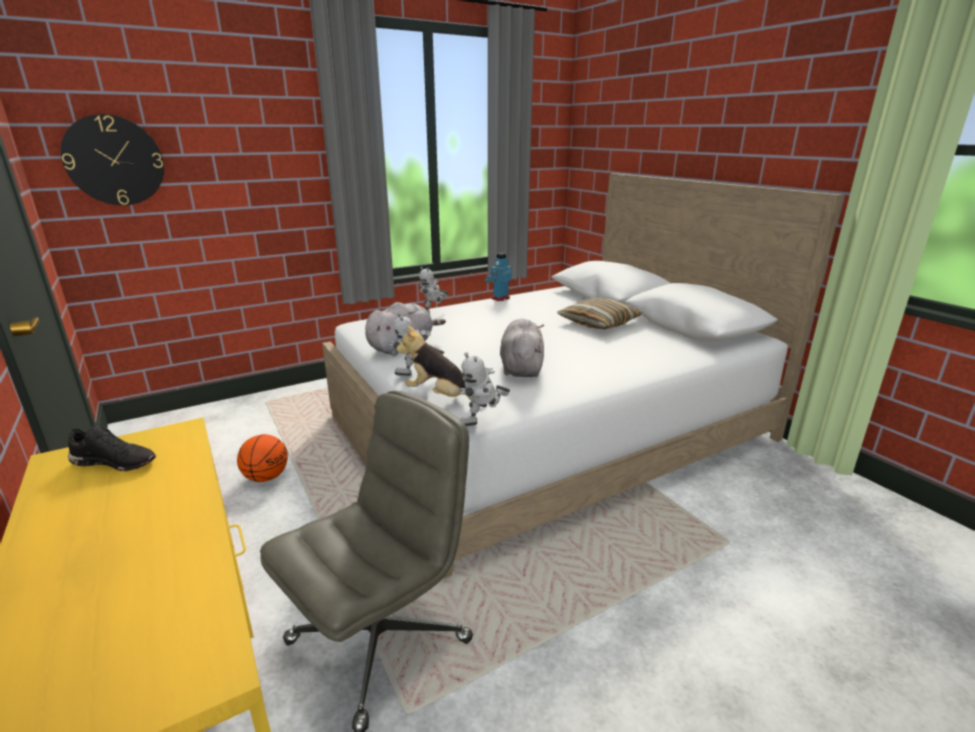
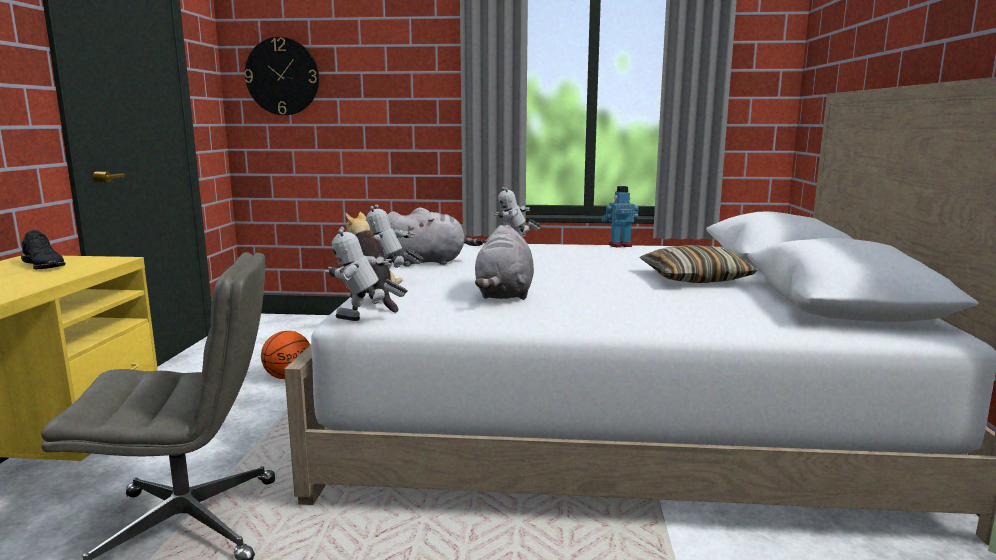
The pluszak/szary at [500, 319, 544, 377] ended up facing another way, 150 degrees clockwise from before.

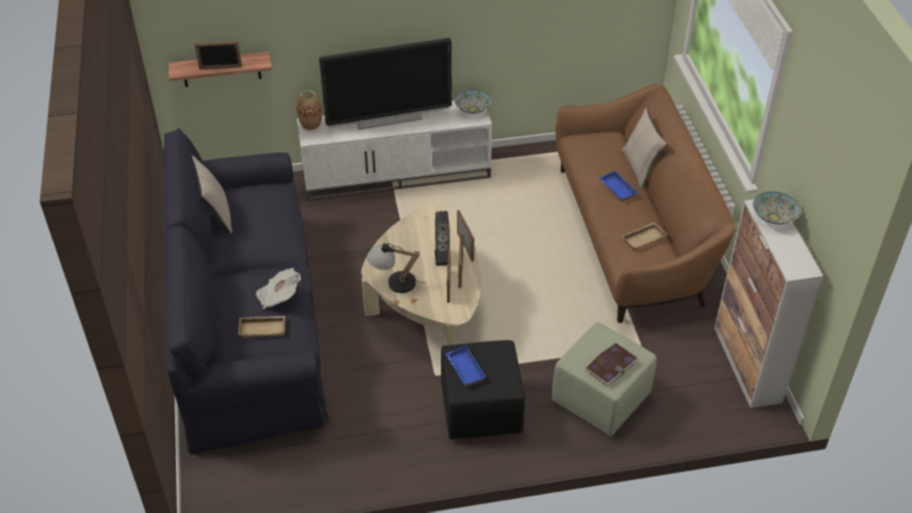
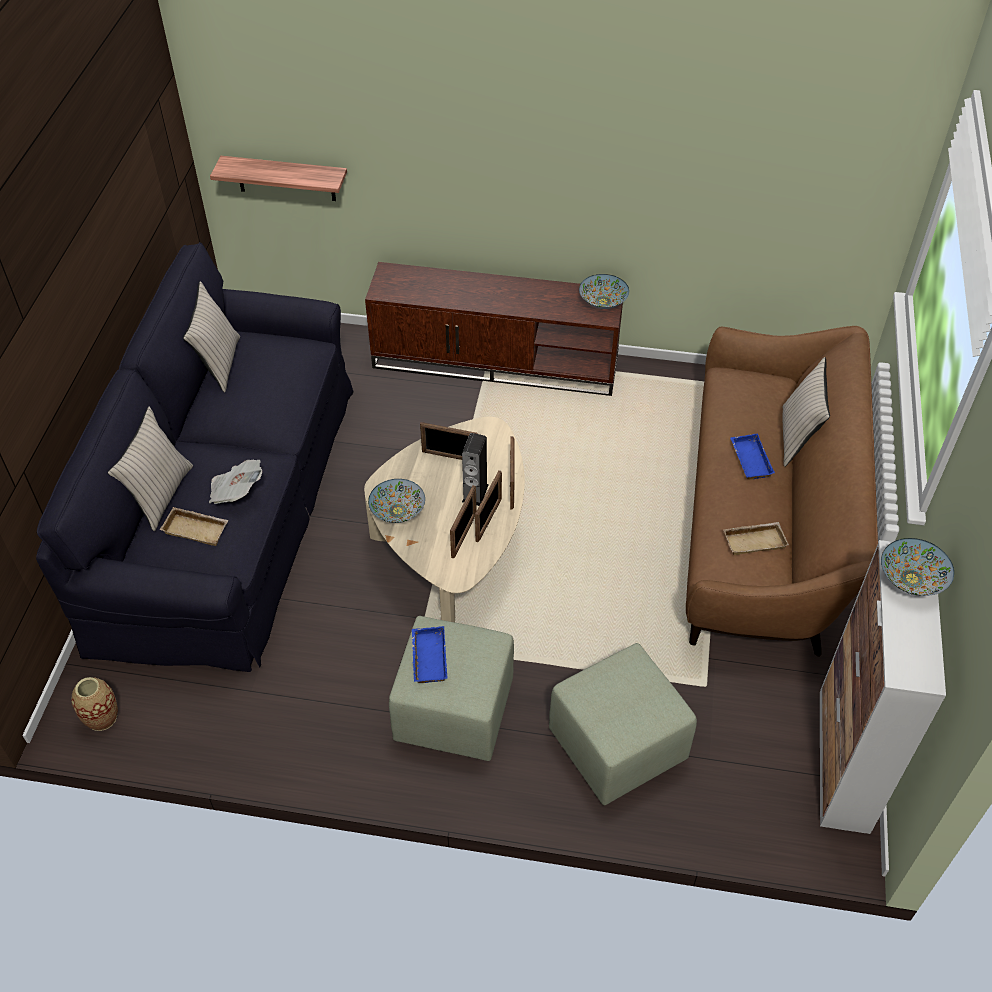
The second view lost the telewizor at [319, 38, 452, 130].
The second view lost the książka at [586, 343, 637, 386].
The second view gained the poduszka/beżowy at [108, 406, 193, 531].
The ramka na zdjęcie ended up elsewhere, having gone from [194, 41, 242, 70] to [420, 422, 478, 460].
The wazon ended up elsewhere, having gone from [296, 90, 322, 130] to [71, 677, 118, 731].
Where the lampa stołowa stood at [367, 243, 423, 293], the miska came to stand at [368, 479, 425, 523].
What was the szafka pod telewizor/biały at [297, 101, 492, 201] turned into the szafka pod telewizor/brązowy at [365, 262, 623, 396].
What was the pufa/czarny at [441, 340, 525, 439] turned into the pufa/zielony at [389, 616, 514, 761].

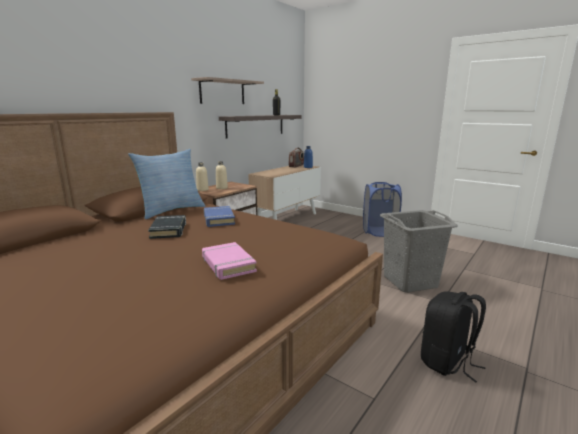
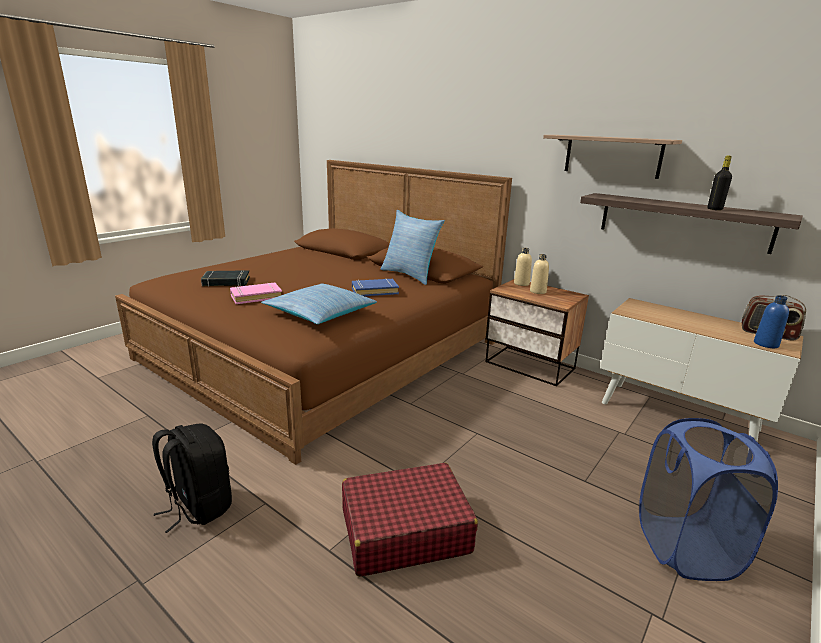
The second view gained the poduszka at [261, 283, 377, 324].
The książka/czarny ended up elsewhere, having gone from [148, 215, 186, 239] to [201, 270, 250, 287].
Where the kosz na pranie/szary stood at [380, 210, 458, 293], the walizka/czerwony came to stand at [342, 463, 478, 577].

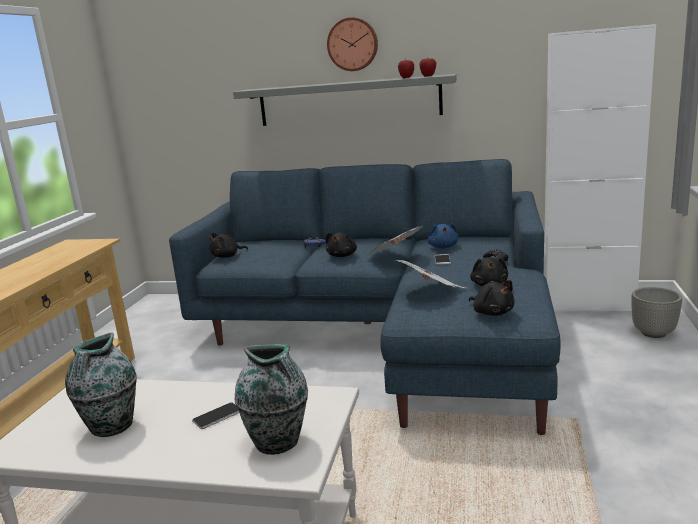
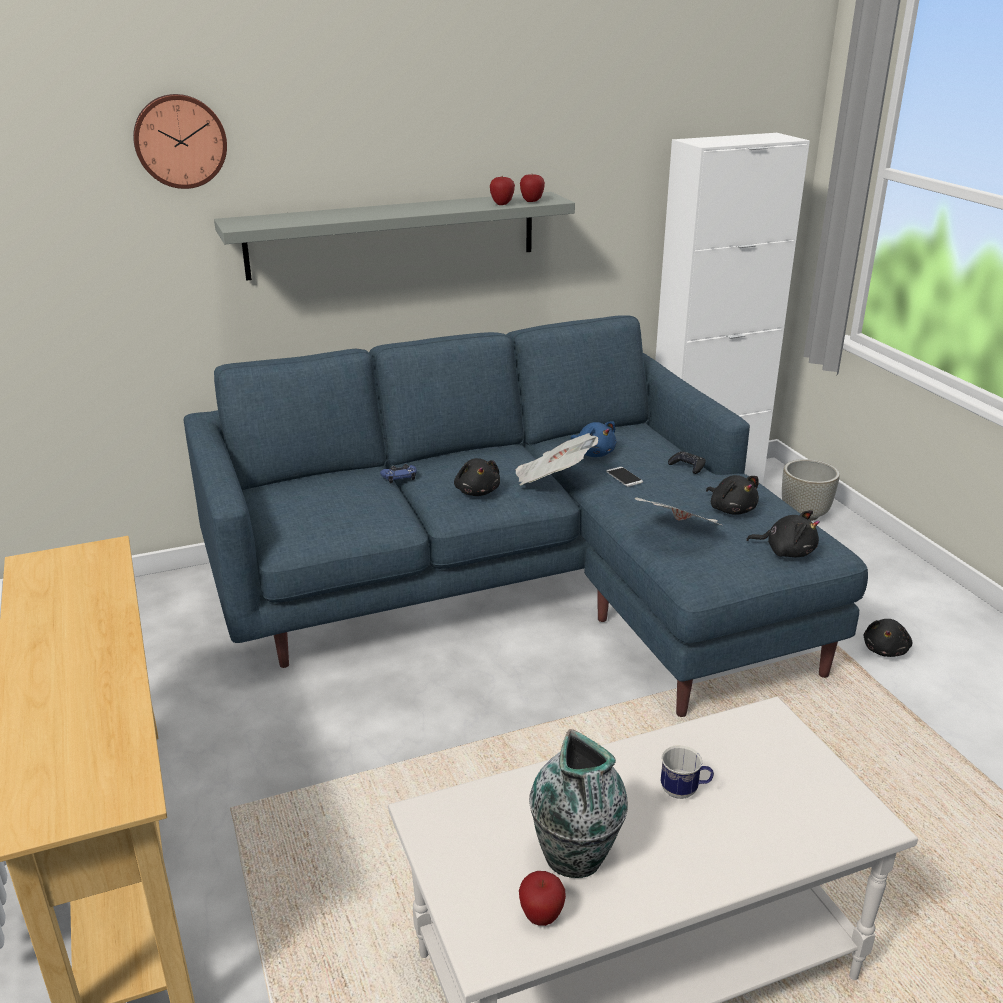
The second view lost the wazon at [234, 344, 308, 455].
The second view gained the jabłko at [519, 871, 566, 926].
The pluszak/czarny ended up elsewhere, having gone from [209, 232, 248, 258] to [864, 619, 912, 657].
The zegar ścienny ended up elsewhere, having gone from [327, 17, 378, 71] to [133, 94, 227, 189].
Where the telefon stood at [192, 402, 239, 429], the kubek came to stand at [661, 745, 714, 799].

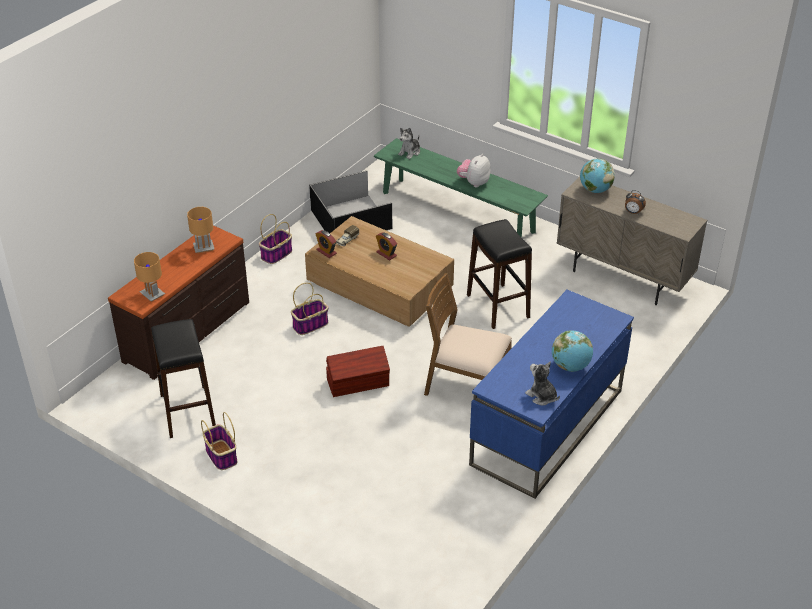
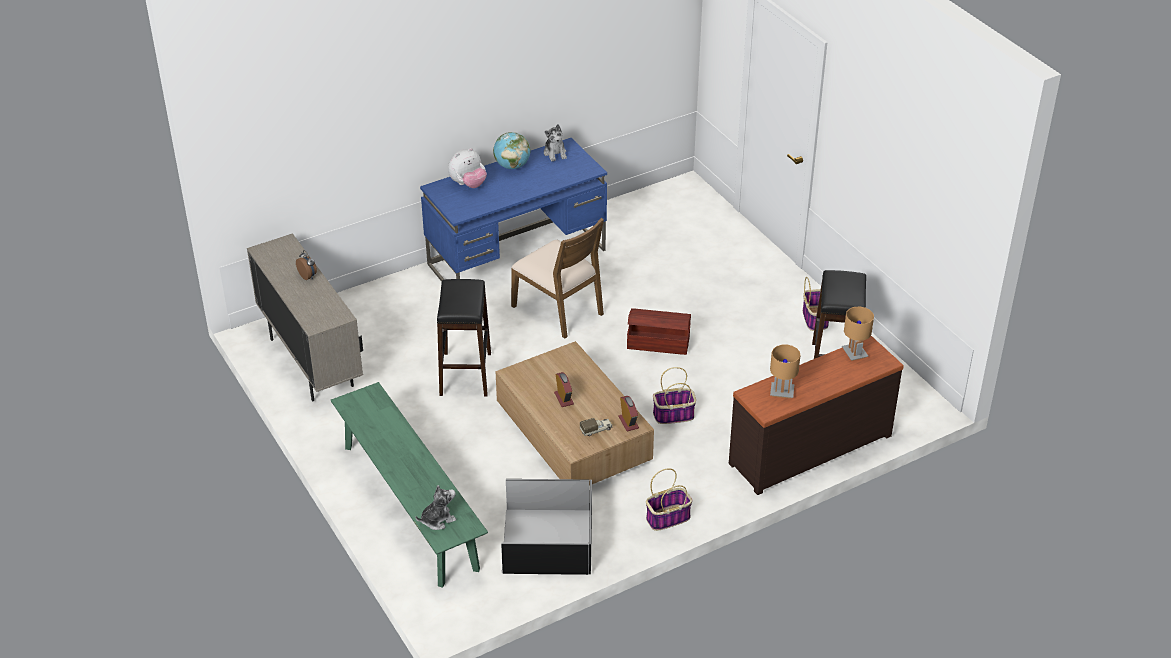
The second view lost the globus at [580, 158, 615, 193].
The pluszak ended up elsewhere, having gone from [457, 154, 491, 188] to [448, 148, 487, 188].

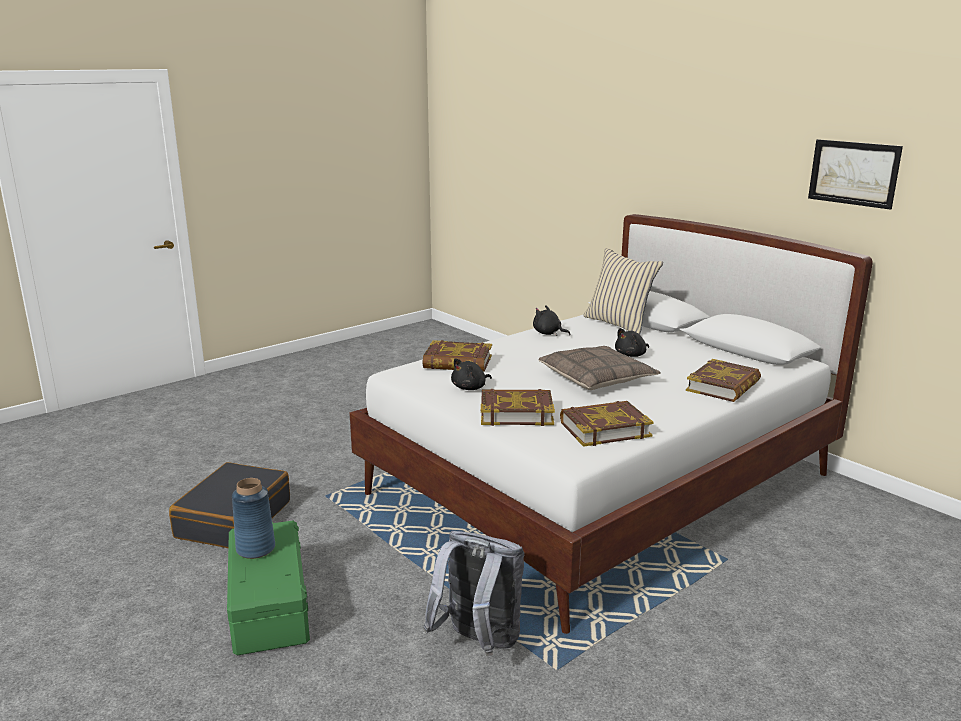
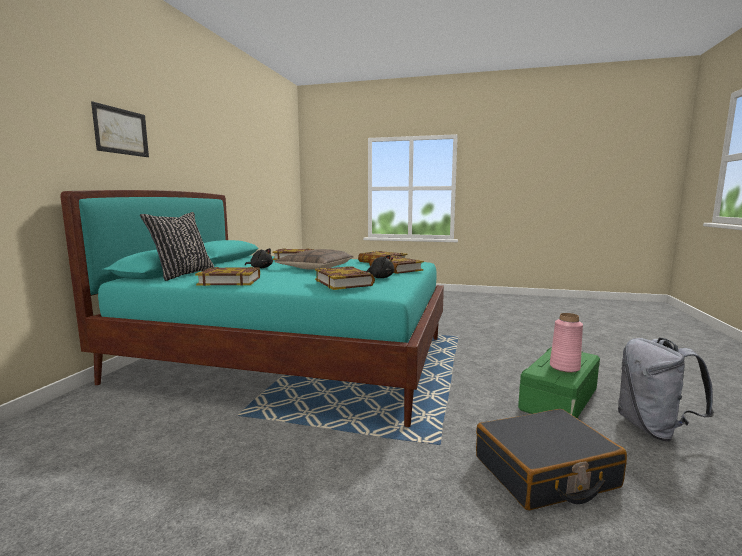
The plecak/szary ended up elsewhere, having gone from [423, 531, 524, 656] to [618, 338, 714, 442].
The obraz ended up elsewhere, having gone from [808, 139, 903, 210] to [91, 101, 149, 157].
Where the pluszak/czarny stood at [533, 305, 570, 336], the książka came to stand at [195, 267, 260, 286].
What was the wazon/niebieski at [232, 478, 275, 559] turned into the wazon/różowy at [550, 313, 583, 373].
What was the łóżko/biały at [349, 214, 873, 634] turned into the łóżko/turkusowy at [60, 190, 444, 427].
What was the poduszka/beżowy at [583, 248, 663, 335] turned into the poduszka/czarny at [140, 212, 214, 281].

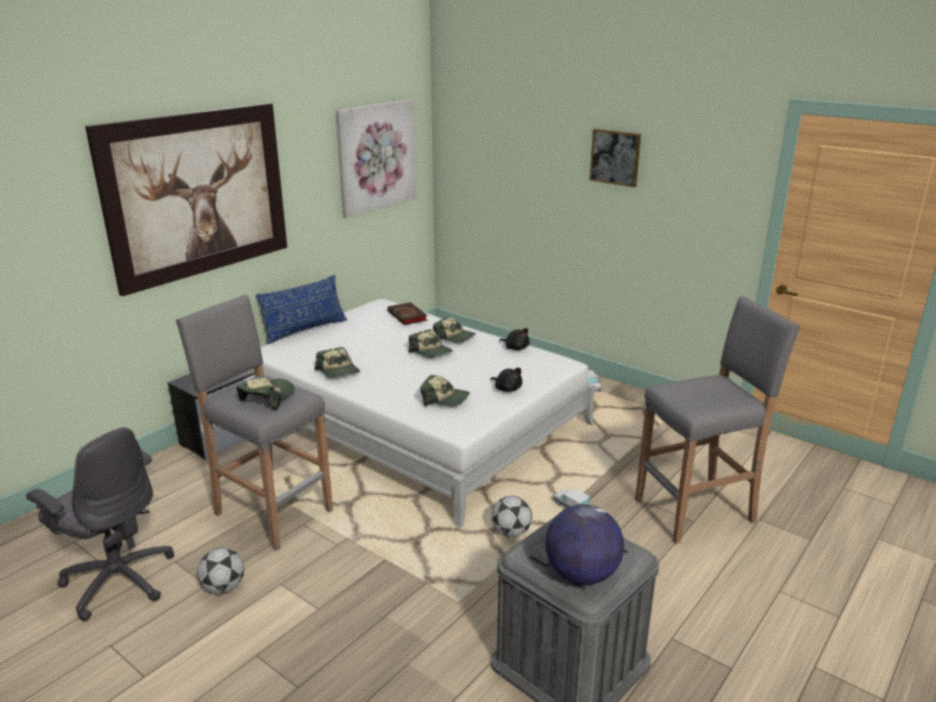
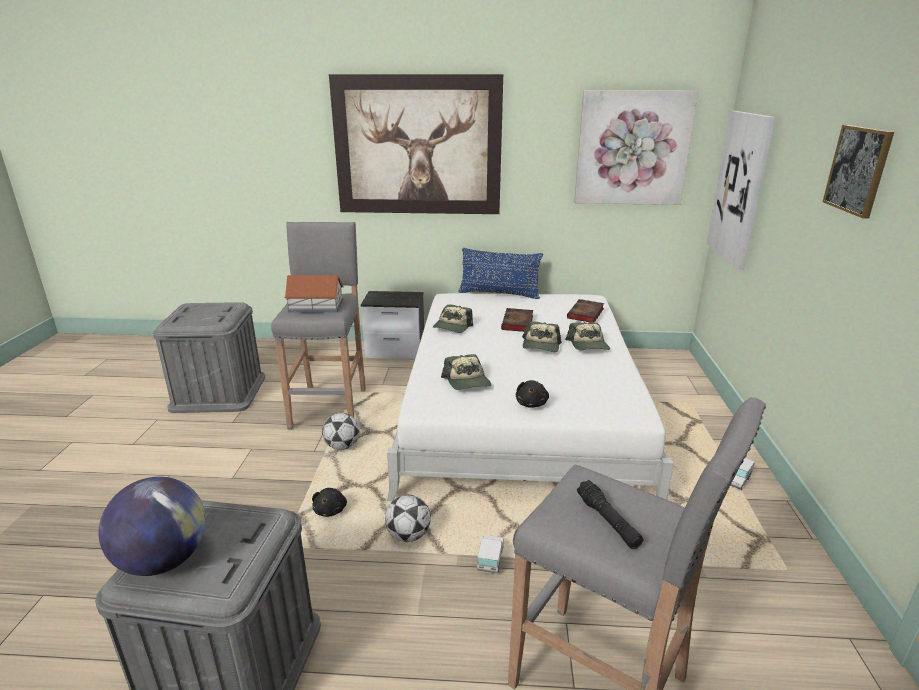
The second view gained the książka at [501, 308, 533, 332].
The second view gained the latarka/czarny at [577, 480, 643, 549].
The second view gained the obraz at [706, 111, 776, 270].
The piłka futbolowa ended up elsewhere, having gone from [197, 547, 244, 594] to [322, 413, 360, 450].
The pluszak/czarny ended up elsewhere, having gone from [499, 328, 529, 350] to [312, 488, 347, 517].
Where the krzesło biurowe/szary stood at [26, 427, 174, 622], the pojemnik do przechowywania/szary came to stand at [153, 302, 265, 413].
Where the czapka z daszkiem stood at [237, 378, 295, 410], the domek came to stand at [284, 275, 344, 313].

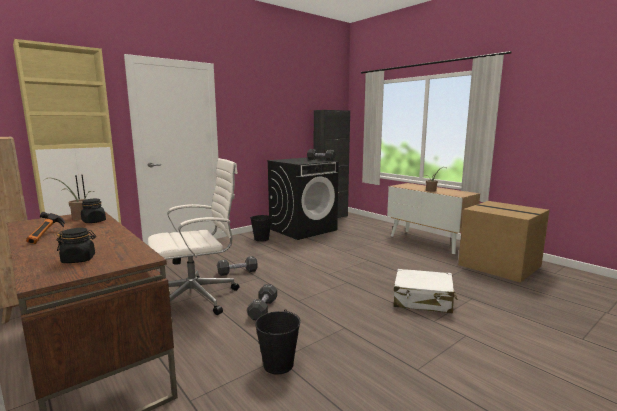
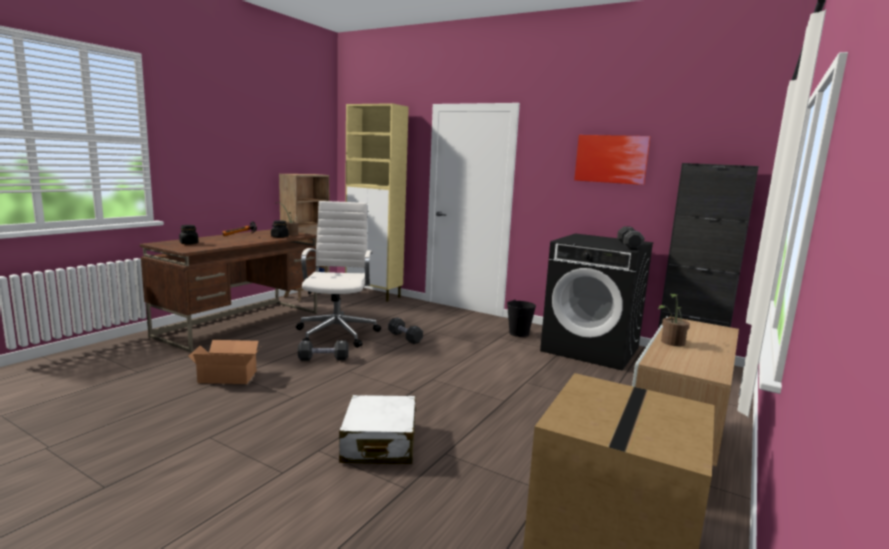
The second view gained the obraz at [574, 135, 650, 185].
Where the wiadro/czarny stood at [255, 309, 301, 375], the karton came to stand at [188, 340, 261, 384].
The krzesło biurowe/biały at [148, 158, 240, 315] ended up facing another way, 135 degrees counterclockwise from before.

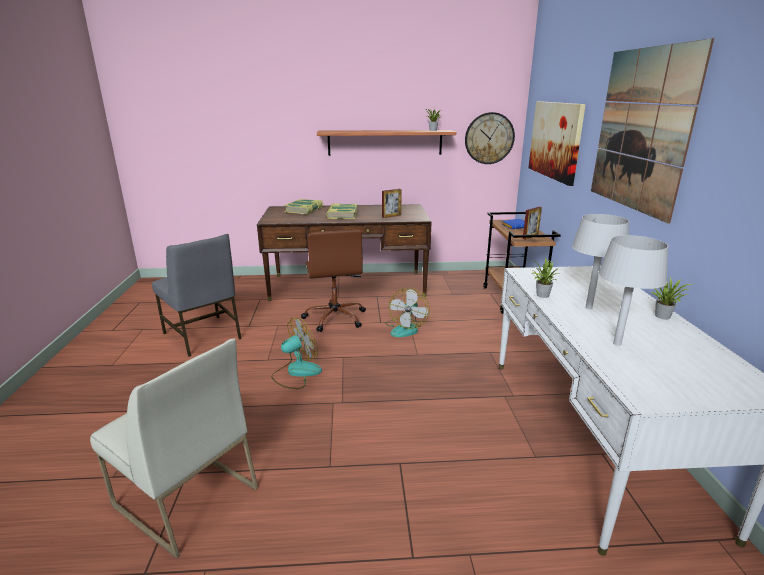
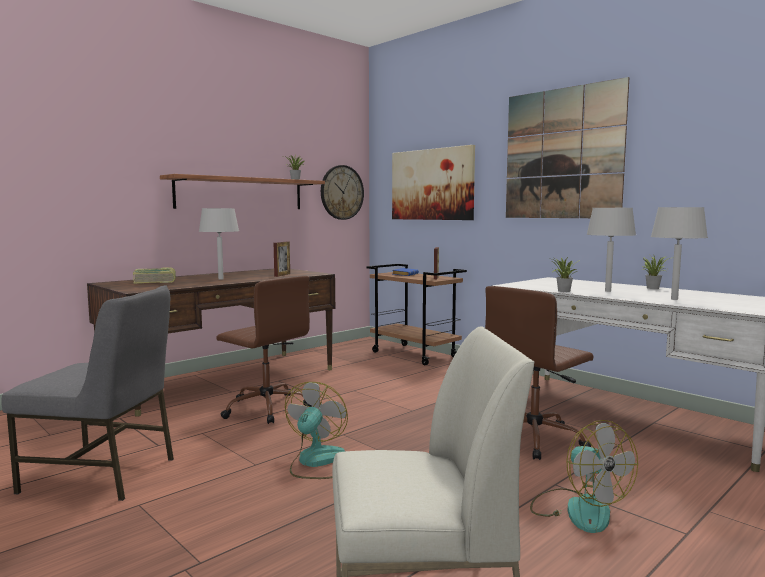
The second view gained the krzesło biurowe/brązowy at [485, 286, 593, 460].
The wentylator ended up elsewhere, having gone from [386, 288, 430, 337] to [530, 420, 638, 533].
Where the książka stood at [326, 203, 357, 219], the lampa stołowa/szary came to stand at [199, 208, 239, 280].

